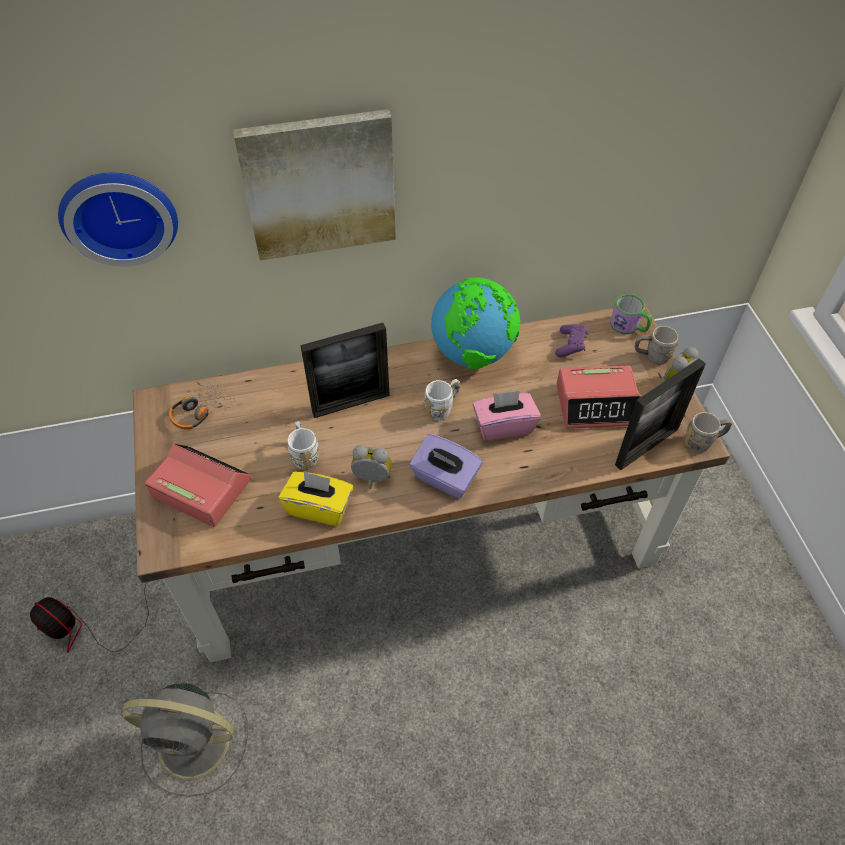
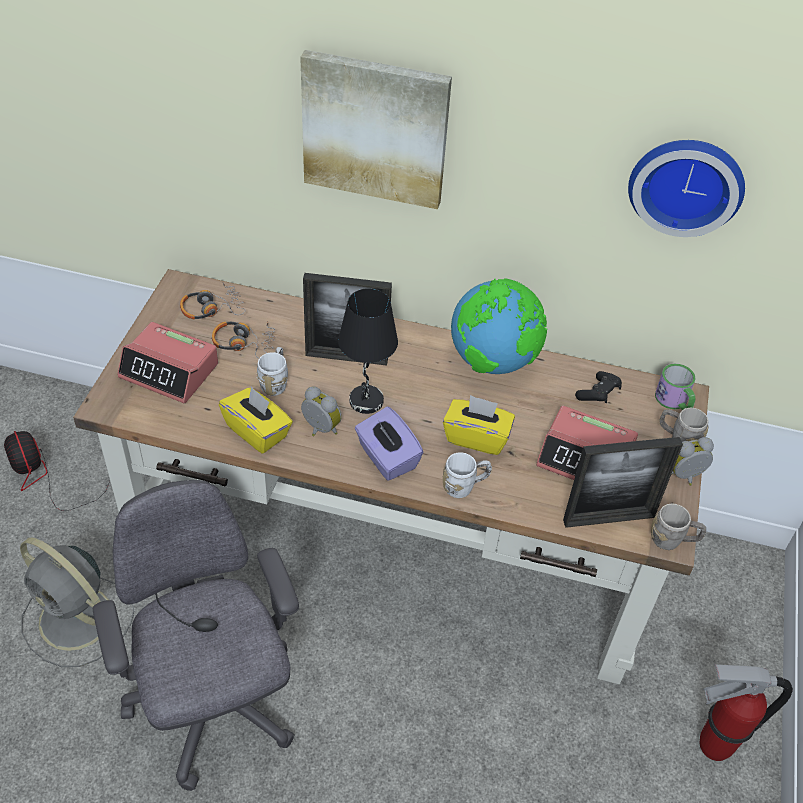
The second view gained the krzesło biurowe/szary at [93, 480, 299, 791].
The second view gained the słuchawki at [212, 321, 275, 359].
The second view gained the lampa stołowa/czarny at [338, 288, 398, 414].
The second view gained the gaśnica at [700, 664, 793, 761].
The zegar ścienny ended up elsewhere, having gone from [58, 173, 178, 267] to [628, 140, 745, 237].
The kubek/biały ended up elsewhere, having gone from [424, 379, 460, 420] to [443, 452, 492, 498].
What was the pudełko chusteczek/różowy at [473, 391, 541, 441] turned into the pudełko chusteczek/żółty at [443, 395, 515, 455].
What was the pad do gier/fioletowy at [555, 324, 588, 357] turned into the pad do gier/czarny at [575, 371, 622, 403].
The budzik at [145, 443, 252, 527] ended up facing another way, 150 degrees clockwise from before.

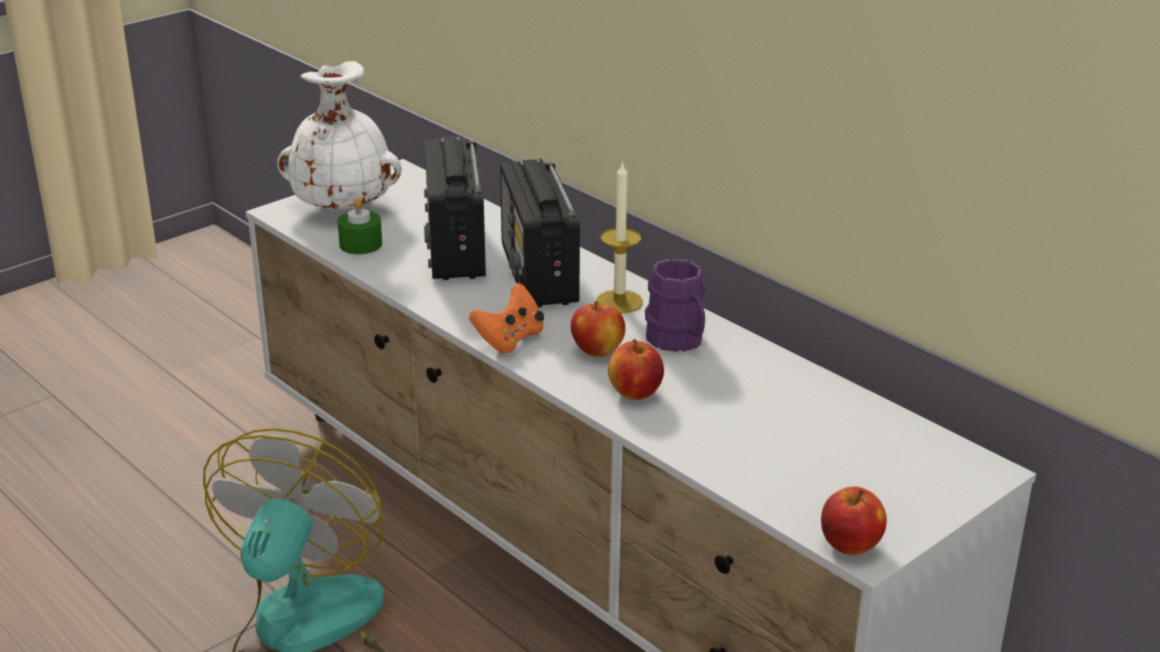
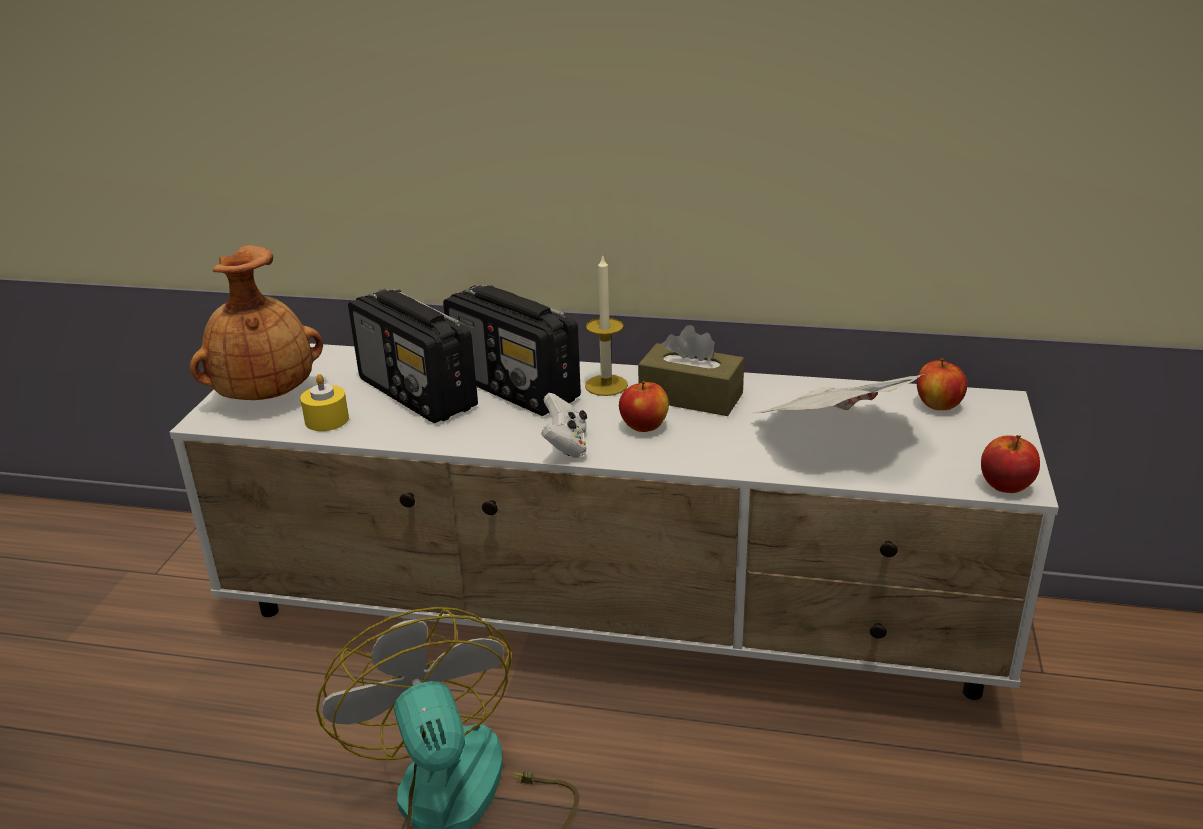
The second view gained the gazeta at [755, 372, 938, 413].
The jabłko ended up elsewhere, having gone from [608, 339, 664, 400] to [917, 358, 967, 410].
Where the kubek/fioletowy stood at [645, 259, 706, 352], the pudełko chusteczek/brązowy came to stand at [638, 325, 744, 416].
What was the wazon/biały at [277, 61, 402, 210] turned into the wazon/brązowy at [190, 245, 323, 400].
What was the świeca/zielony at [338, 198, 382, 254] turned into the świeca/żółty at [300, 374, 349, 431].
What was the pad do gier/pomarańczowy at [469, 283, 544, 353] turned into the pad do gier/biały at [541, 393, 587, 458].

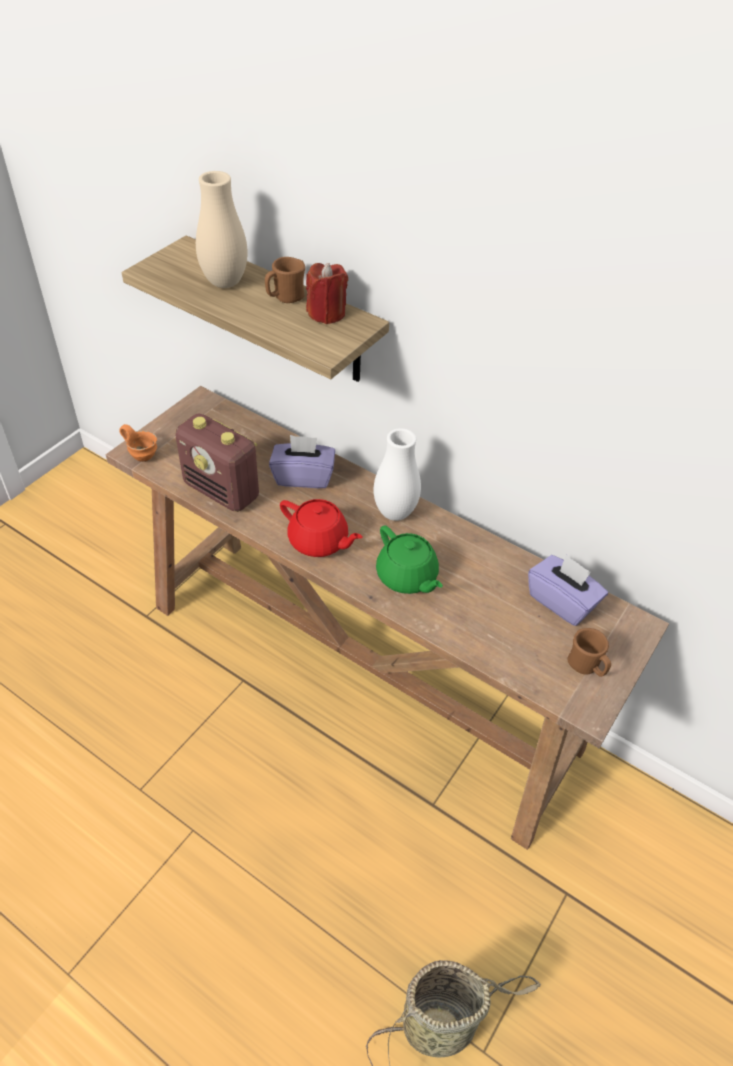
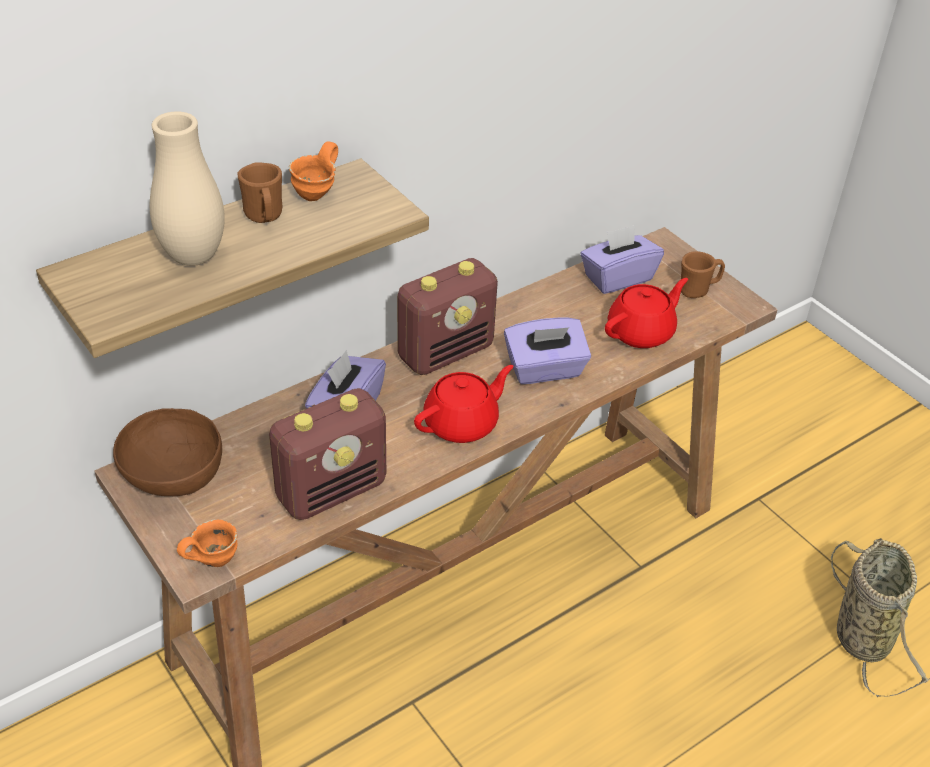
The second view gained the miska/brązowy at [113, 408, 222, 496].
The second view gained the imbryk/czerwony at [605, 278, 688, 348].
Where the świeca/czerwony stood at [306, 263, 348, 324], the kubek/pomarańczowy came to stand at [289, 142, 338, 201].
Where the wazon/biały stood at [373, 428, 421, 521], the radio came to stand at [397, 258, 498, 375].
Where the imbryk/zielony stood at [376, 526, 443, 594], the pudełko chusteczek/fioletowy came to stand at [504, 317, 591, 384].

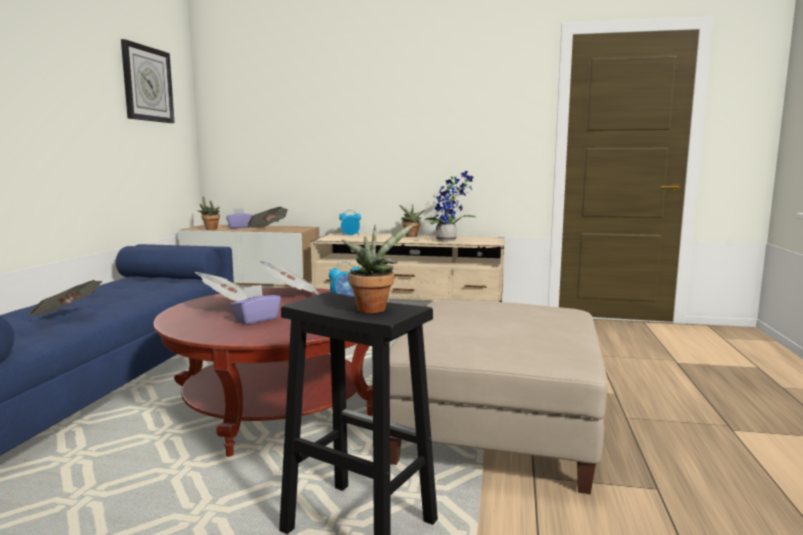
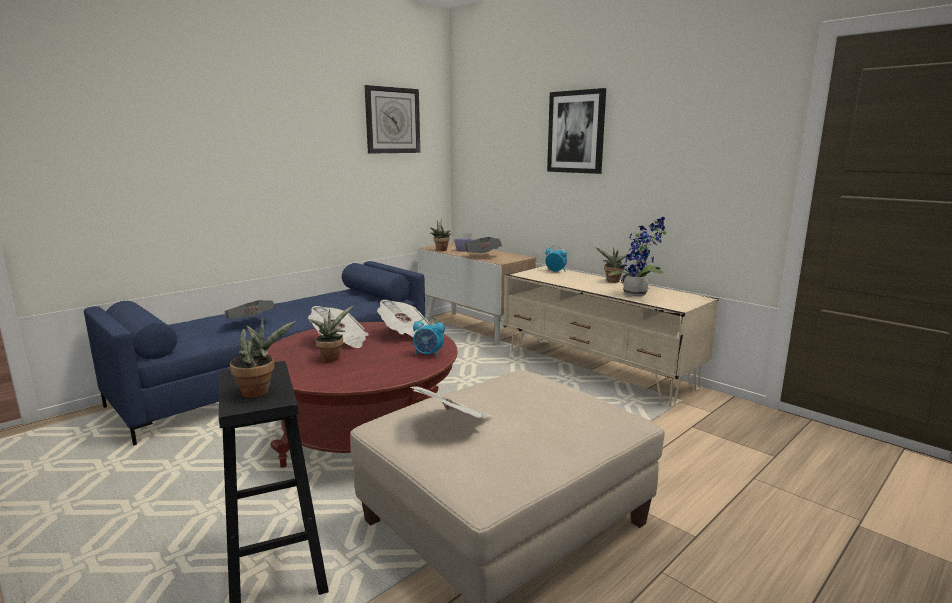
The second view gained the gazeta at [410, 387, 493, 419].
The second view gained the obraz at [547, 88, 606, 174].
Where the pudełko chusteczek/fioletowy stood at [230, 285, 281, 324], the roślina doniczkowa came to stand at [309, 306, 353, 362].

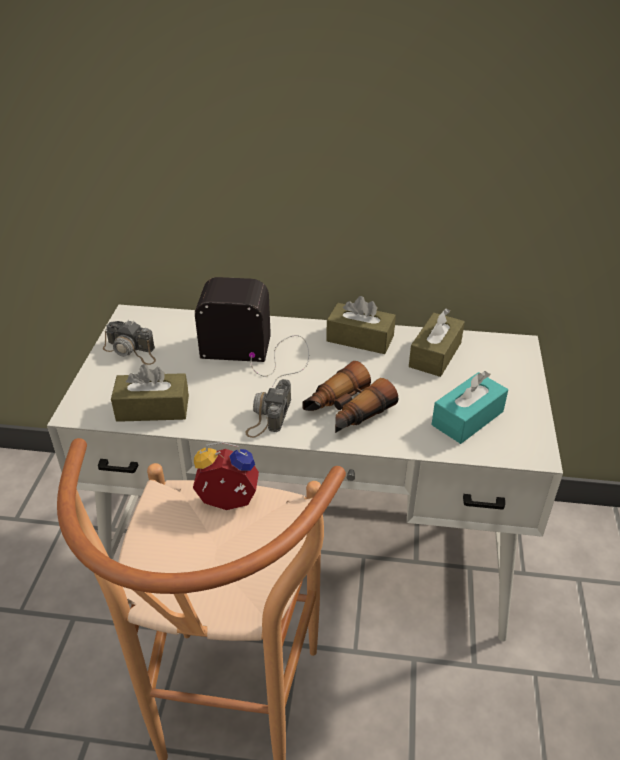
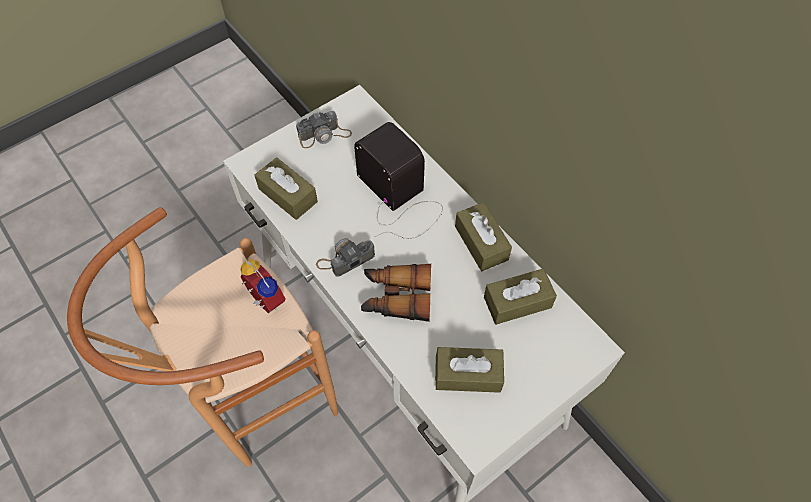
What was the pudełko chusteczek/turkusowy at [432, 371, 508, 444] turned into the pudełko chusteczek/brązowy at [435, 347, 504, 393].
The aparat fotograficzny at [103, 320, 156, 365] ended up facing another way, 90 degrees counterclockwise from before.

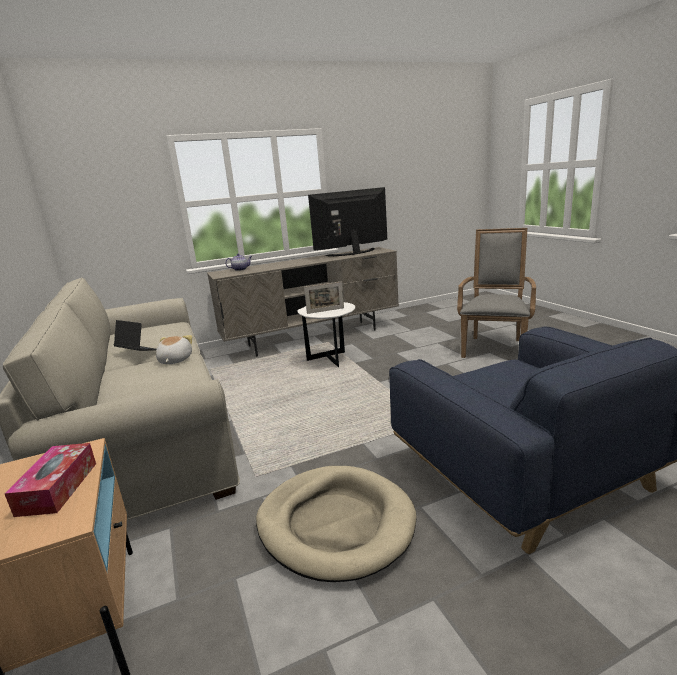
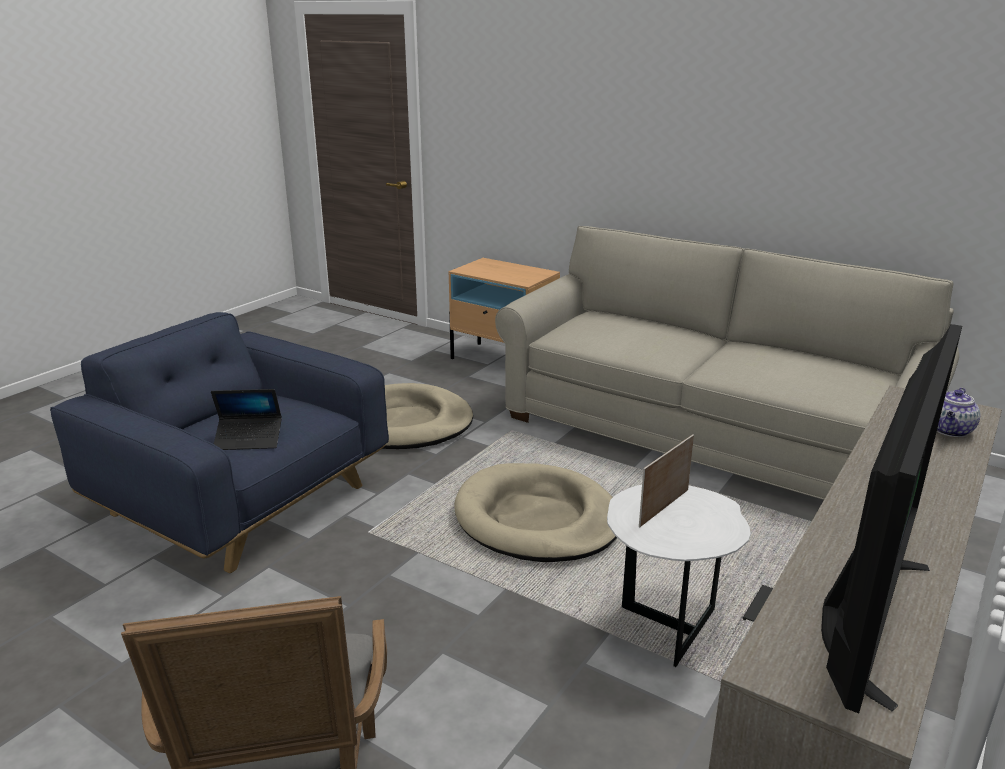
The second view lost the pudełko chusteczek at [4, 443, 96, 517].
The second view lost the pluszak at [156, 335, 192, 364].
The second view gained the legowisko/beżowy at [454, 463, 617, 562].
The laptop ended up elsewhere, having gone from [113, 320, 156, 351] to [211, 389, 282, 450].

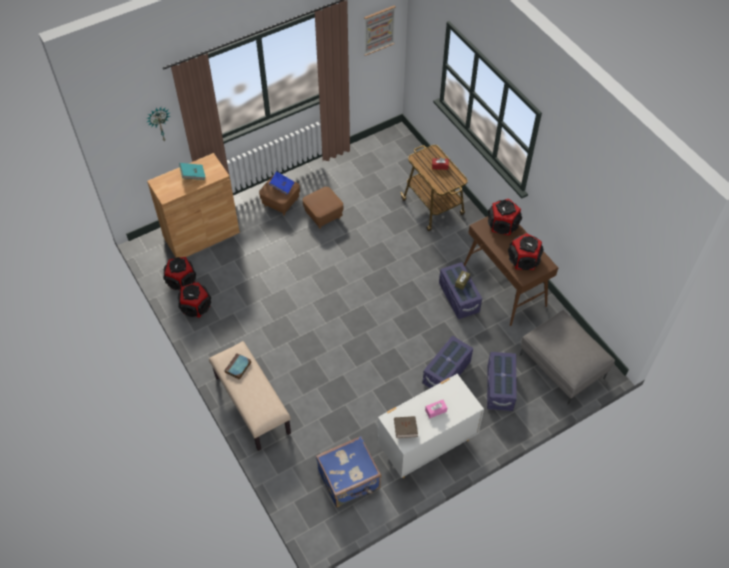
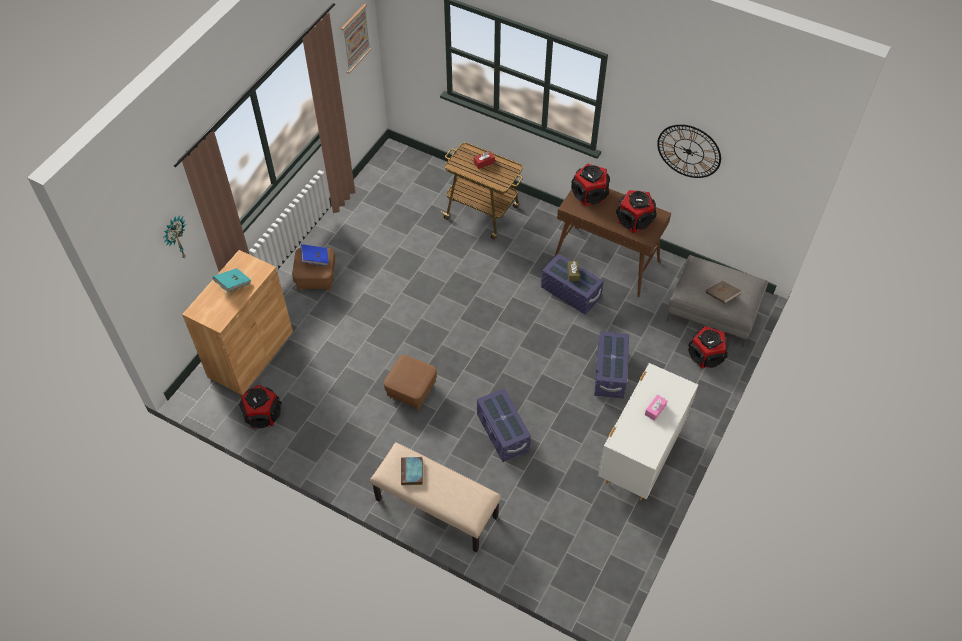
The second view lost the walizka/niebieski at [316, 436, 381, 508].
The second view gained the zegar ścienny at [657, 124, 721, 178].
The głośnik ended up elsewhere, having gone from [178, 282, 211, 318] to [688, 326, 729, 369].
The pufa/brązowy ended up elsewhere, having gone from [303, 187, 343, 229] to [384, 355, 437, 410].
The książka/brązowy ended up elsewhere, having gone from [394, 416, 418, 438] to [706, 281, 741, 303].
The pojemnik do przechowywania/fioletowy ended up elsewhere, having gone from [487, 352, 517, 411] to [477, 388, 531, 462].

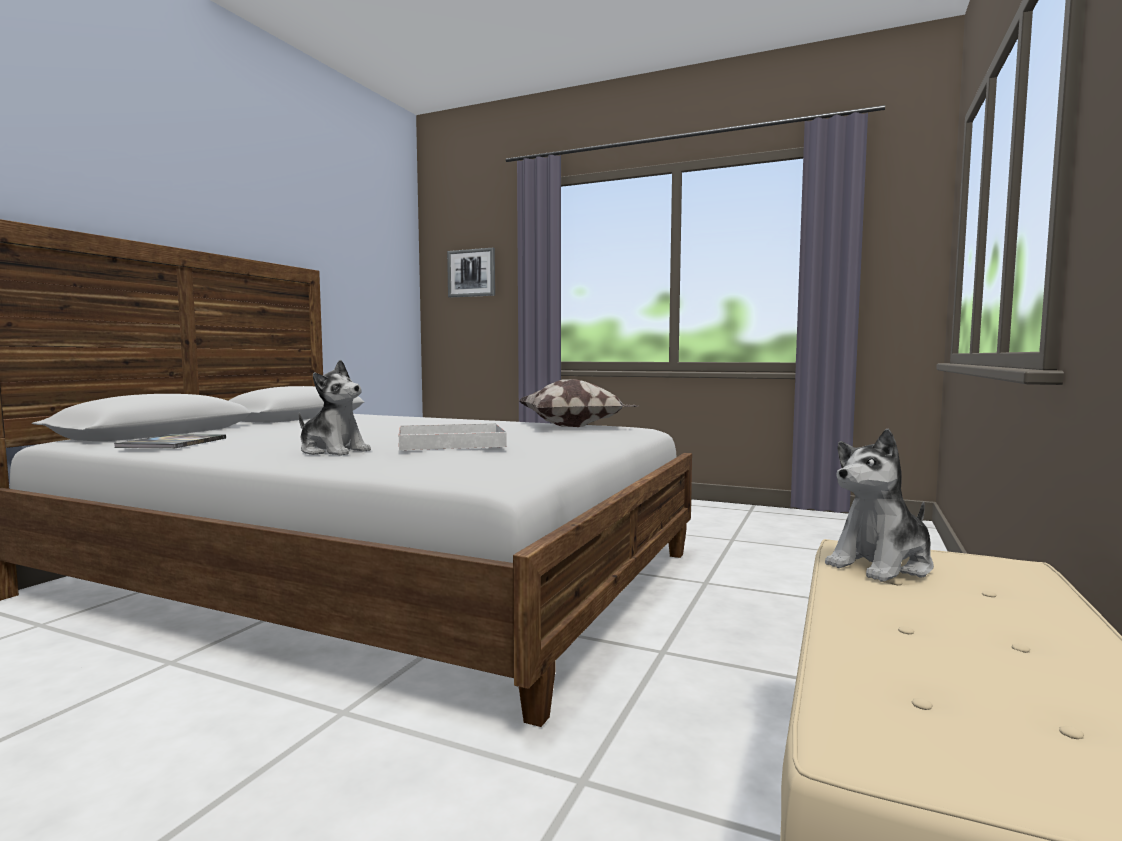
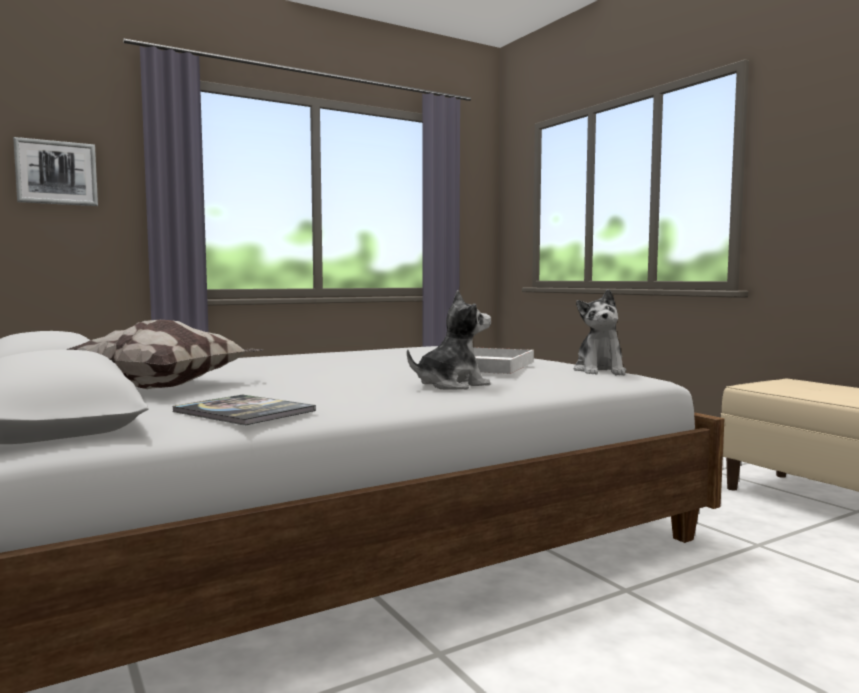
The poduszka ended up elsewhere, having gone from [519, 379, 637, 427] to [66, 320, 264, 389].
The pluszak ended up elsewhere, having gone from [825, 428, 934, 582] to [573, 289, 626, 375].

